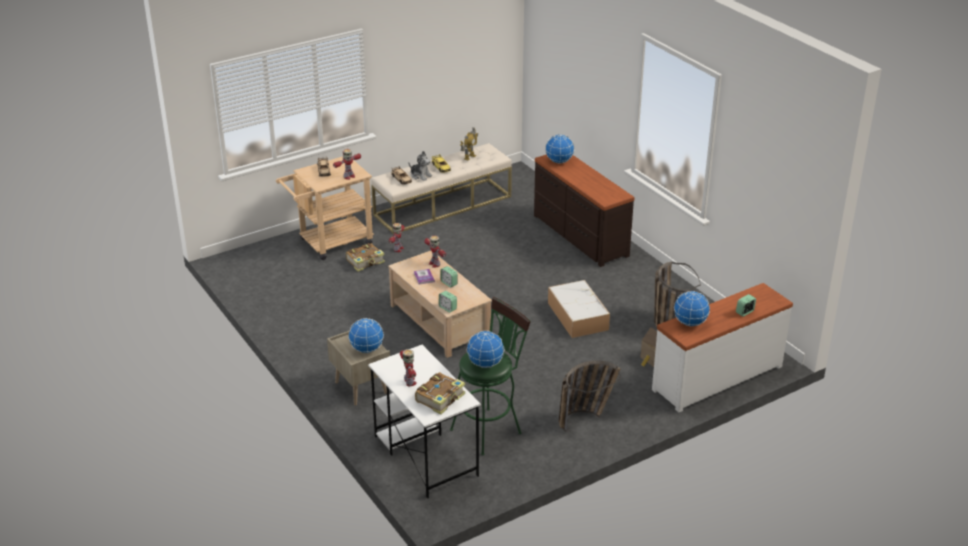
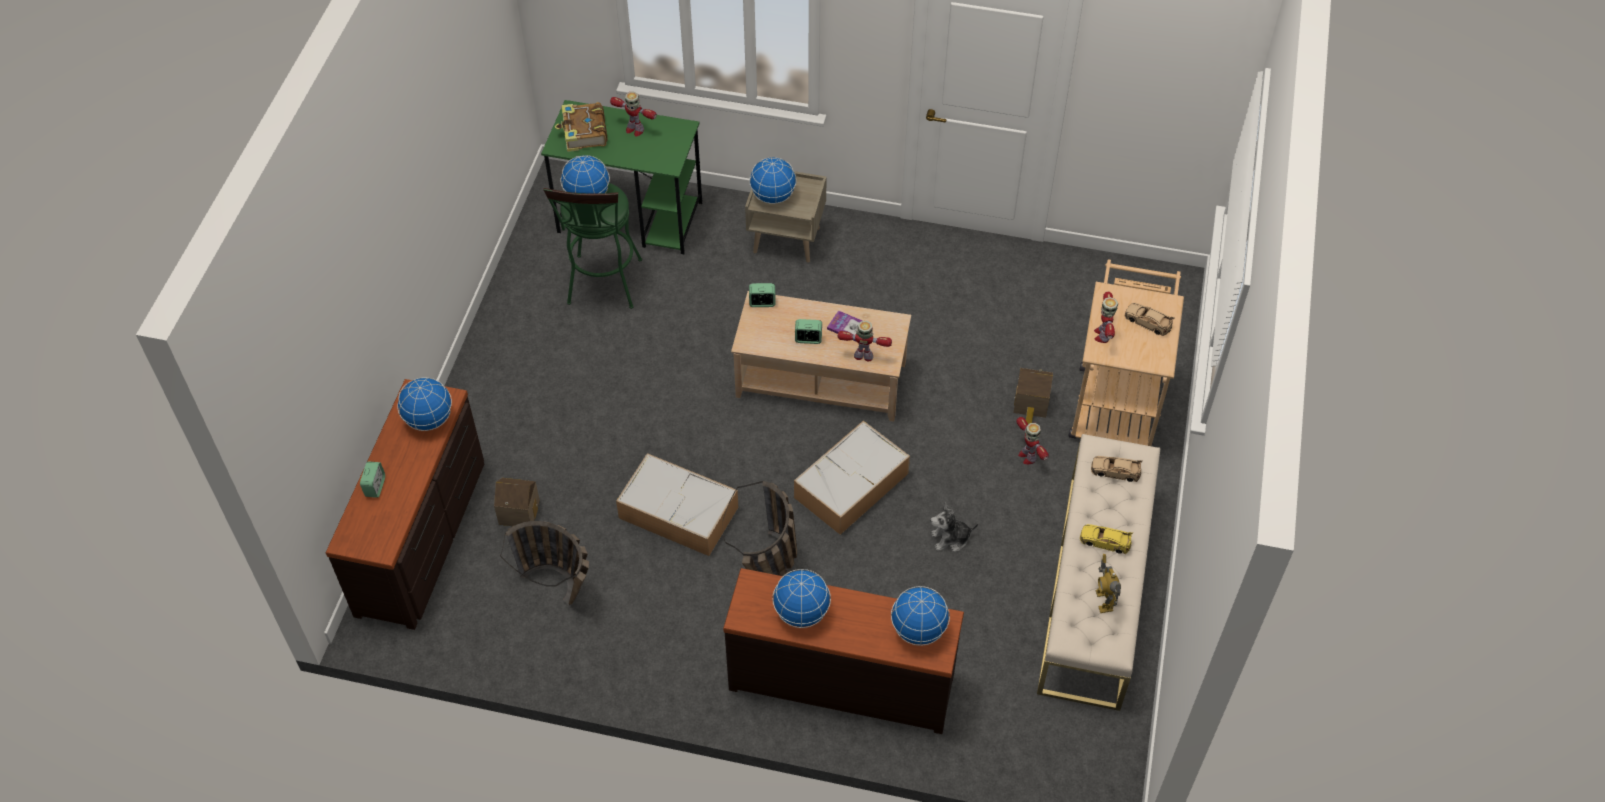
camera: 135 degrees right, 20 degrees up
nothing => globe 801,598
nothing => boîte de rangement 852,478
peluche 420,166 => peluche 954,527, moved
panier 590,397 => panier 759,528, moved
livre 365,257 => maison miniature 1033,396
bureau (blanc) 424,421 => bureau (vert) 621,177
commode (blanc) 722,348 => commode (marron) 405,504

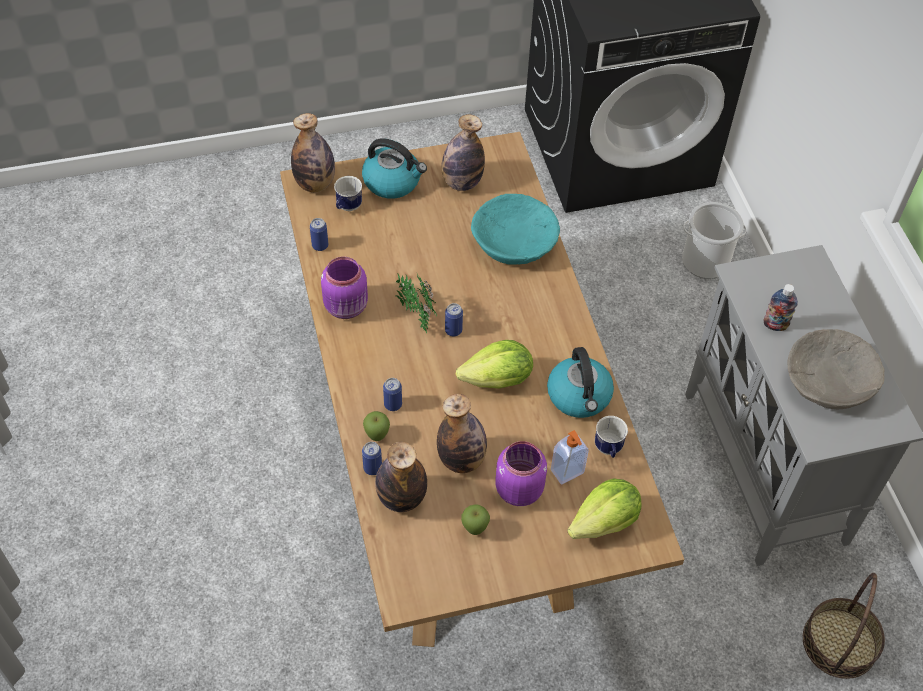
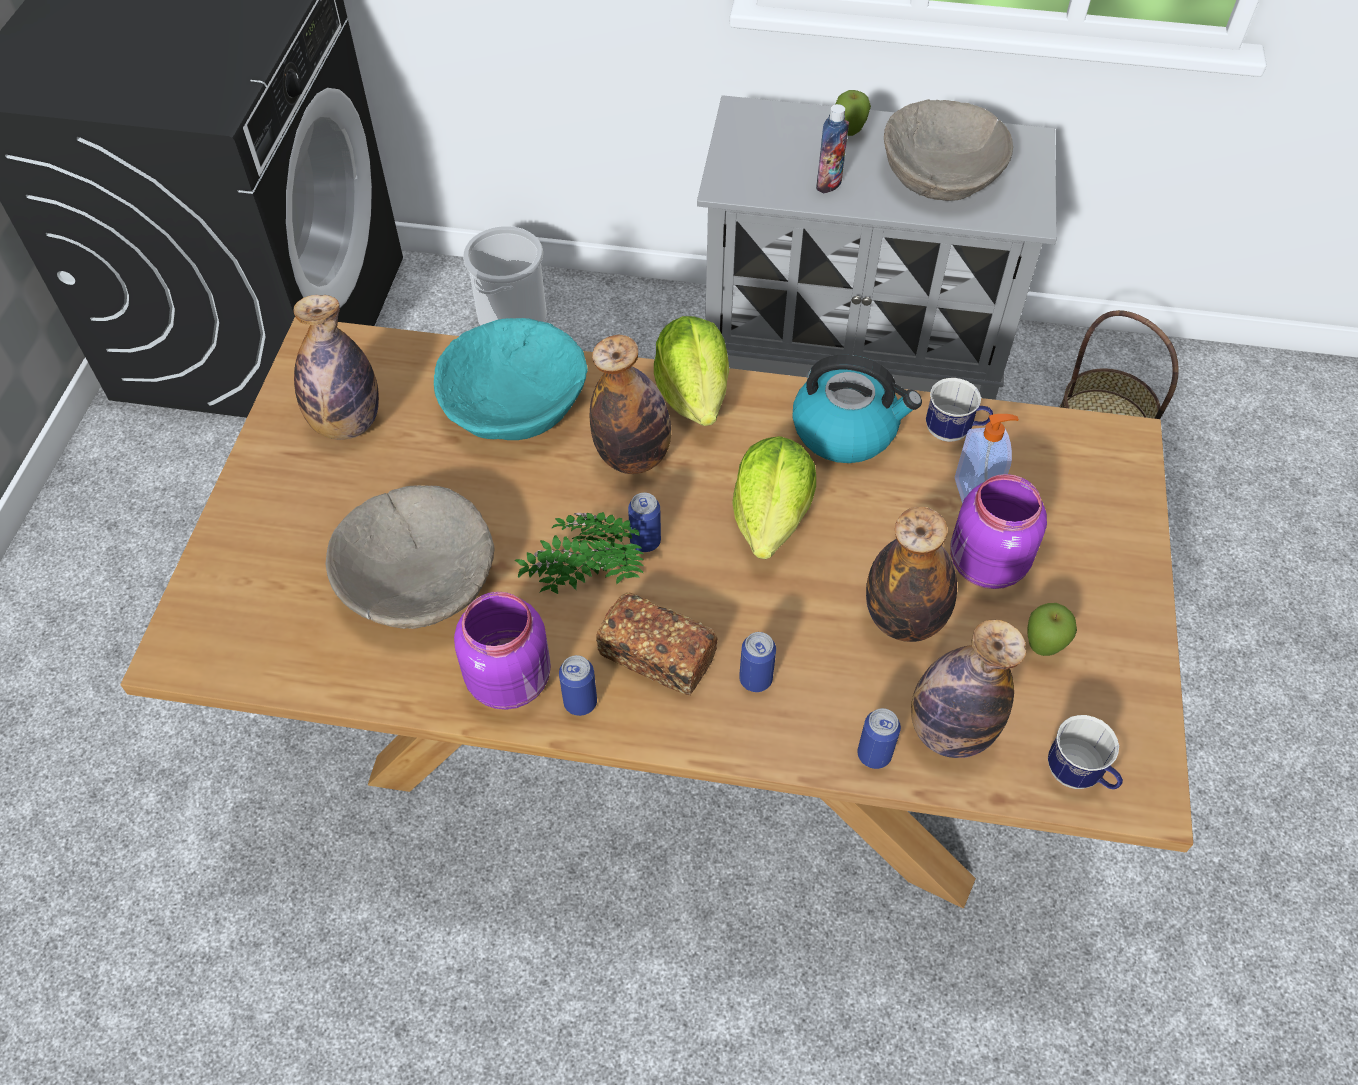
camera: 65 degrees left, 0 degrees up
bouilloire 394,168 => nothing
nothing => bol (beige) 410,557
nothing => pain 657,644
bouteille 313,152 => bouteille 630,404, moved
boîte métallique 319,234 => boîte métallique 578,685, moved
mug 348,193 => mug 1085,752, moved
pomme 376,426 => pomme 853,113, moved
laitue 604,508 => laitue 691,371, moved

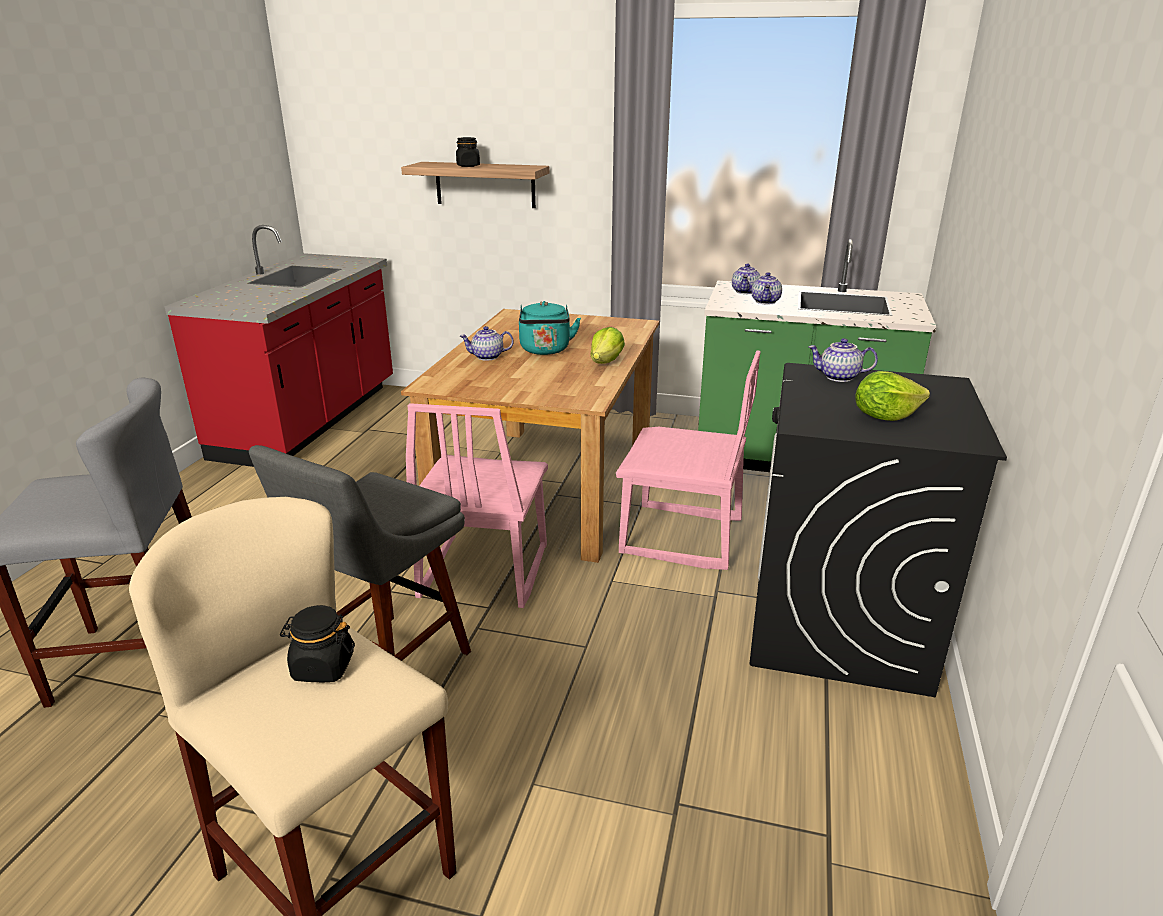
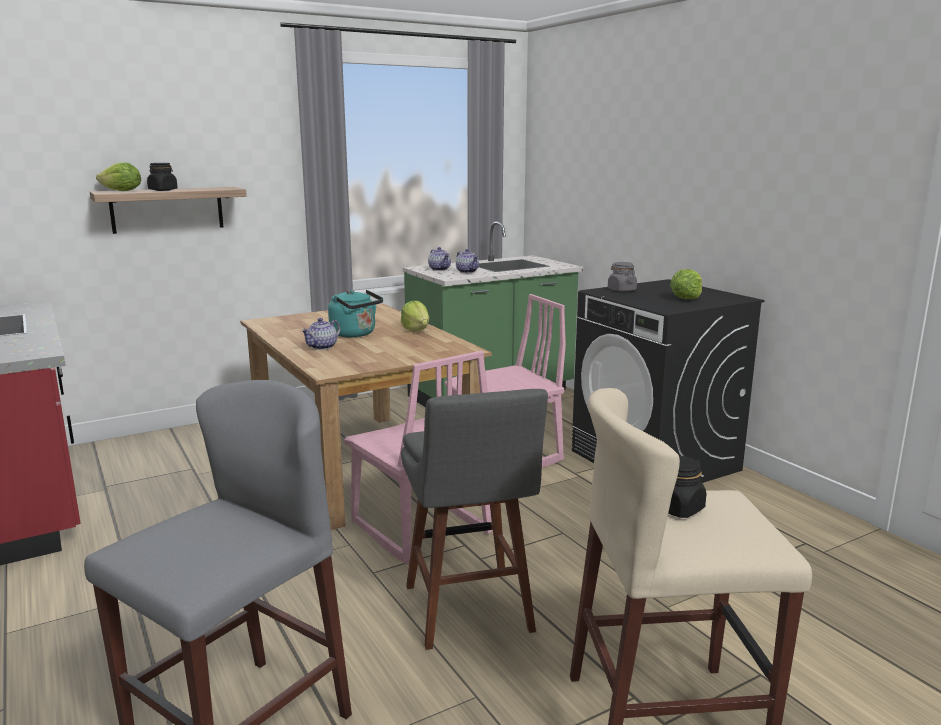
camera: 45 degrees left, 10 degrees down
nothing => laitue 118,176
théière 843,360 => bocal (gris) 622,277

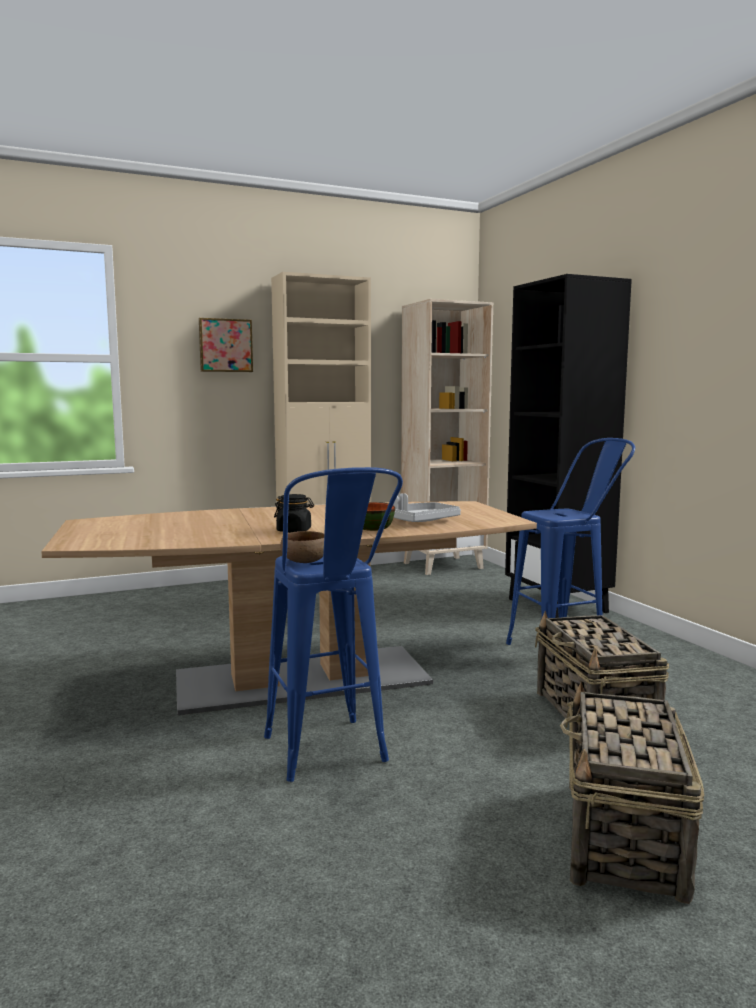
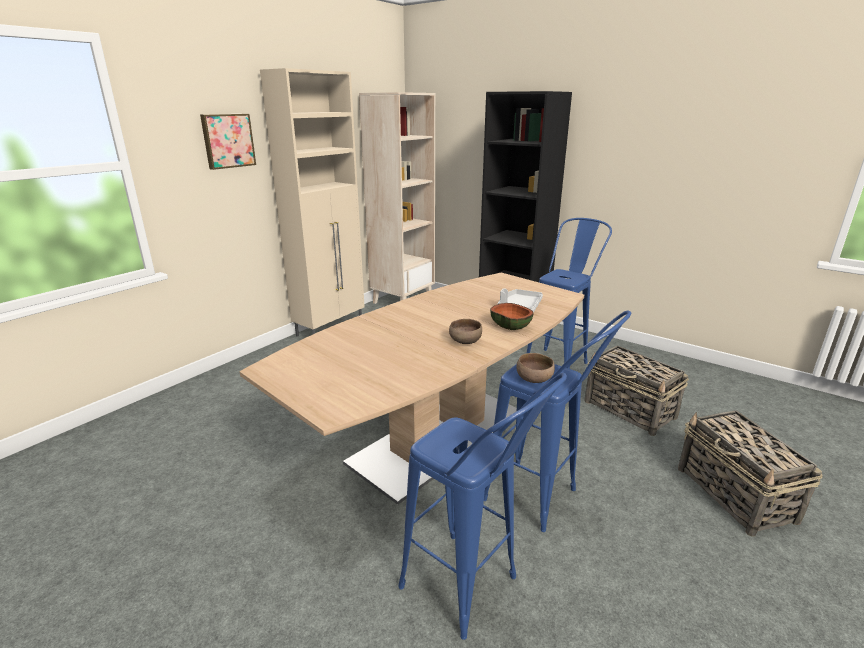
camera: 30 degrees left, 15 degrees up
nothing => tabouret (bleu) 482,506
bocal (noir) 294,513 => bol (marron) 465,331

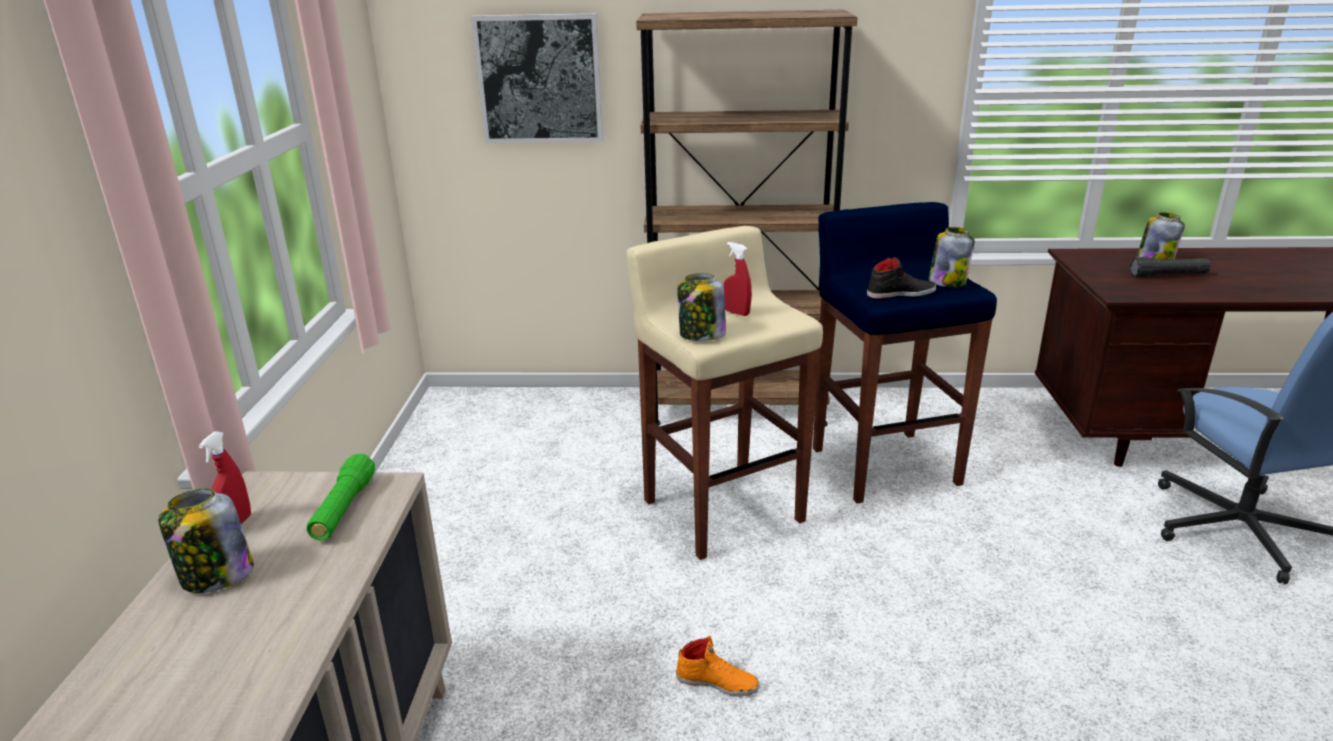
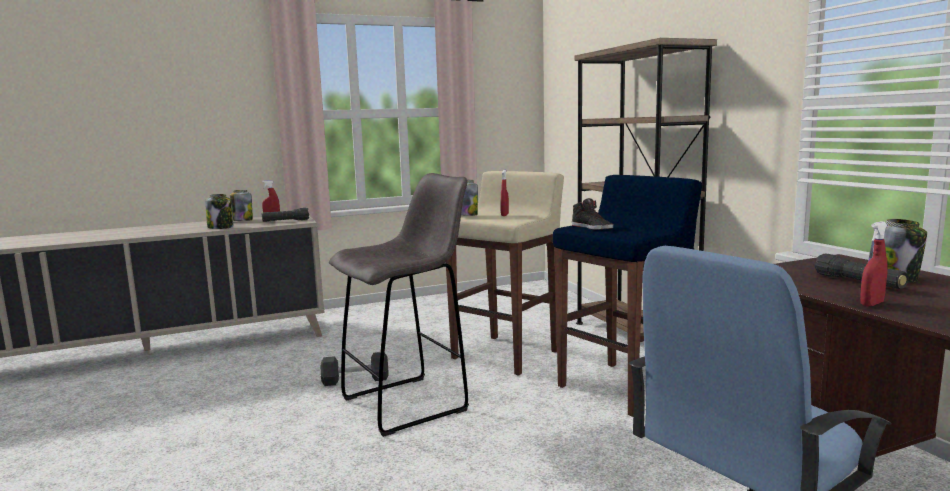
camera: 65 degrees right, 15 degrees down
tableau 537,78 => nothing
nothing => tabouret (gris) 399,305
nothing => vaporisateur (rouge) 874,264
bocal 952,257 => bocal 219,211, moved
chaussure (orange) 717,666 => haltère (noir) 354,369
lampe de poche (vert) 341,497 => lampe de poche (noir) 285,215

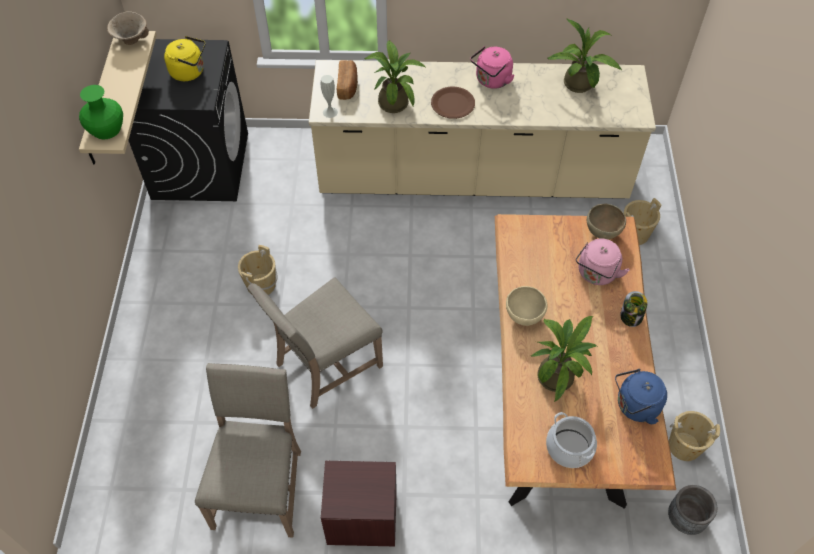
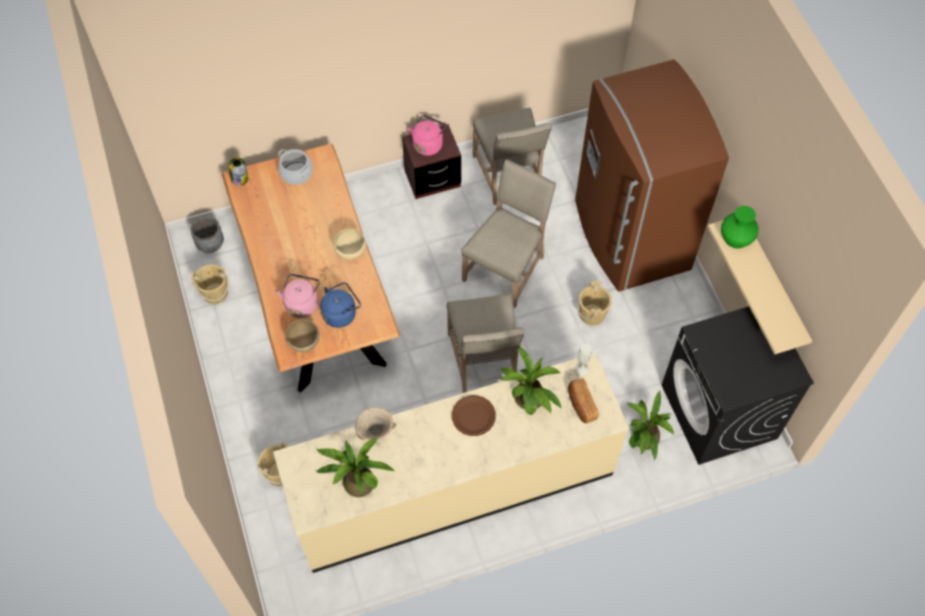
camera: 160 degrees right, 5 degrees up
bouilloire (jaune) 184,58 => nothing
nothing => chaise (beige) 485,343
nothing => réfrigérateur (marron) 652,175
bol (beige) 128,28 => bol (beige) 375,423, moved
bouilloire (rose) 492,67 => bouilloire (rose) 427,135, moved
plante en pot 564,359 => plante en pot 650,425, moved
bouilloire (bleu) 641,396 => bouilloire (bleu) 340,305, moved
bocal 633,309 => bocal 238,171, moved

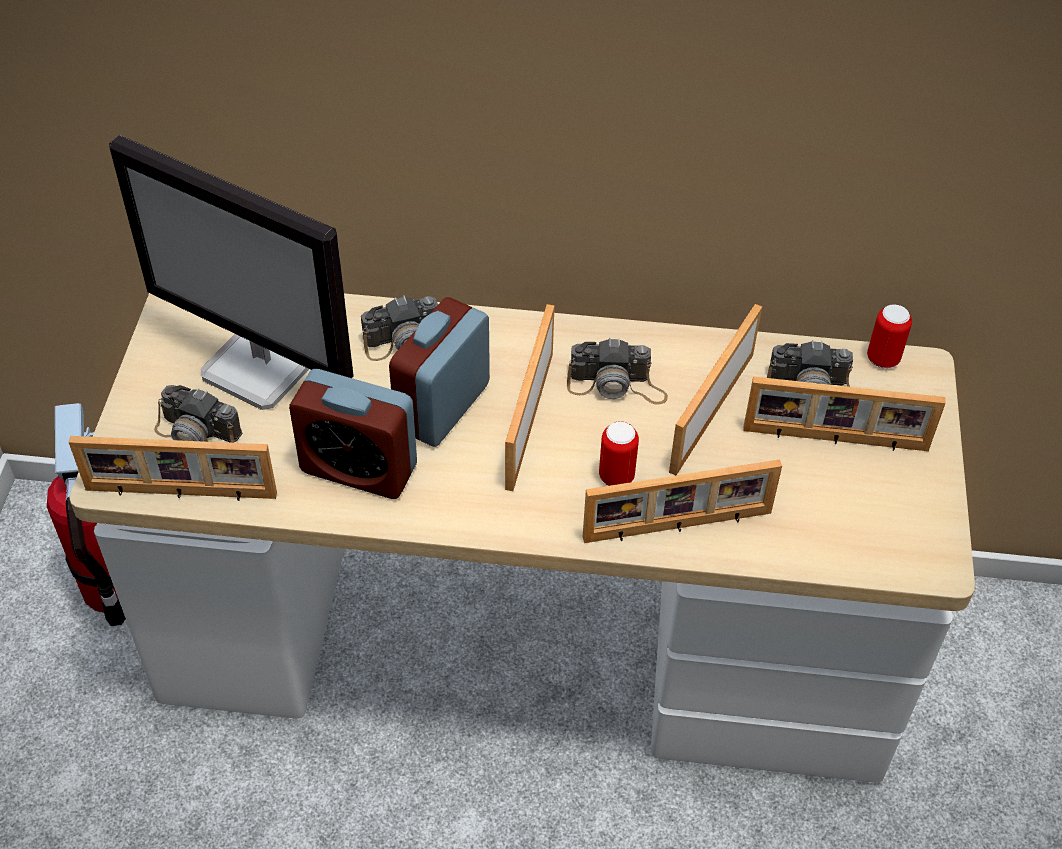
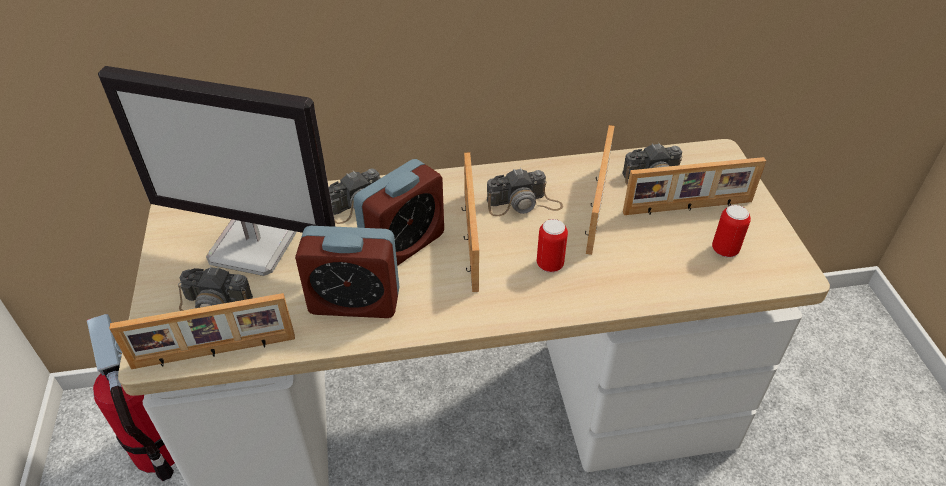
camera: 15 degrees left, 5 degrees down
cadre photo 682,501 => nothing
boîte métallique 889,336 => boîte métallique 731,231, moved
réveil 439,372 => réveil 398,212, 150 degrees counterclockwise

